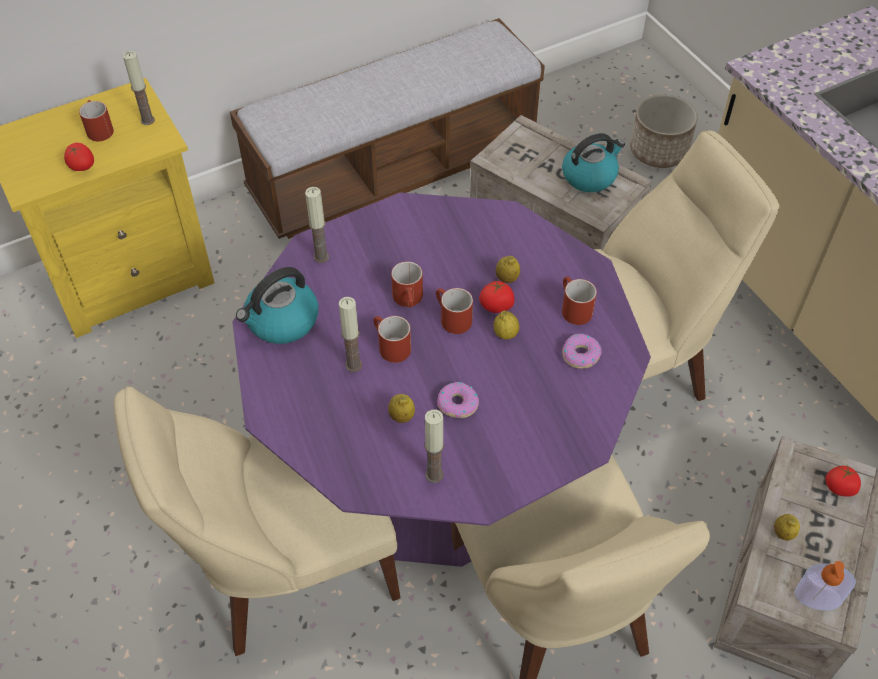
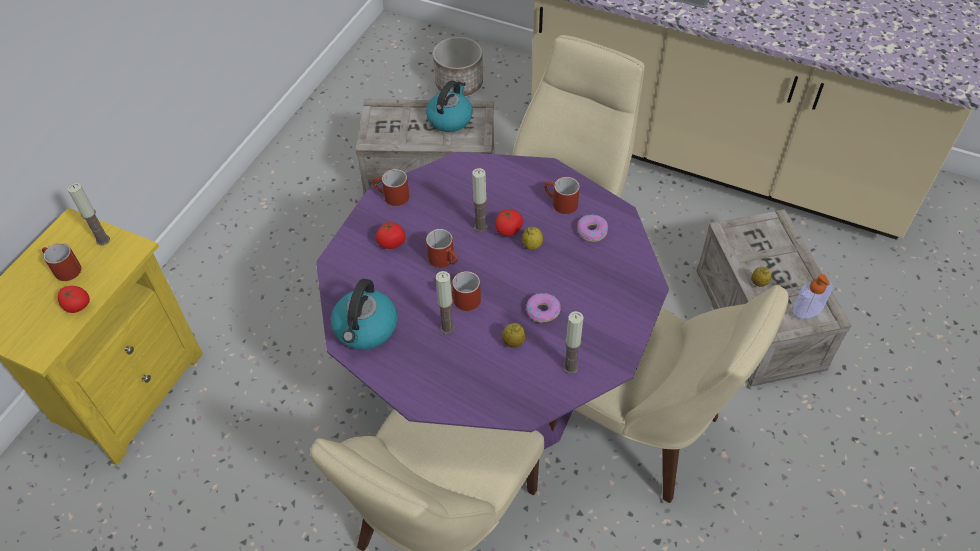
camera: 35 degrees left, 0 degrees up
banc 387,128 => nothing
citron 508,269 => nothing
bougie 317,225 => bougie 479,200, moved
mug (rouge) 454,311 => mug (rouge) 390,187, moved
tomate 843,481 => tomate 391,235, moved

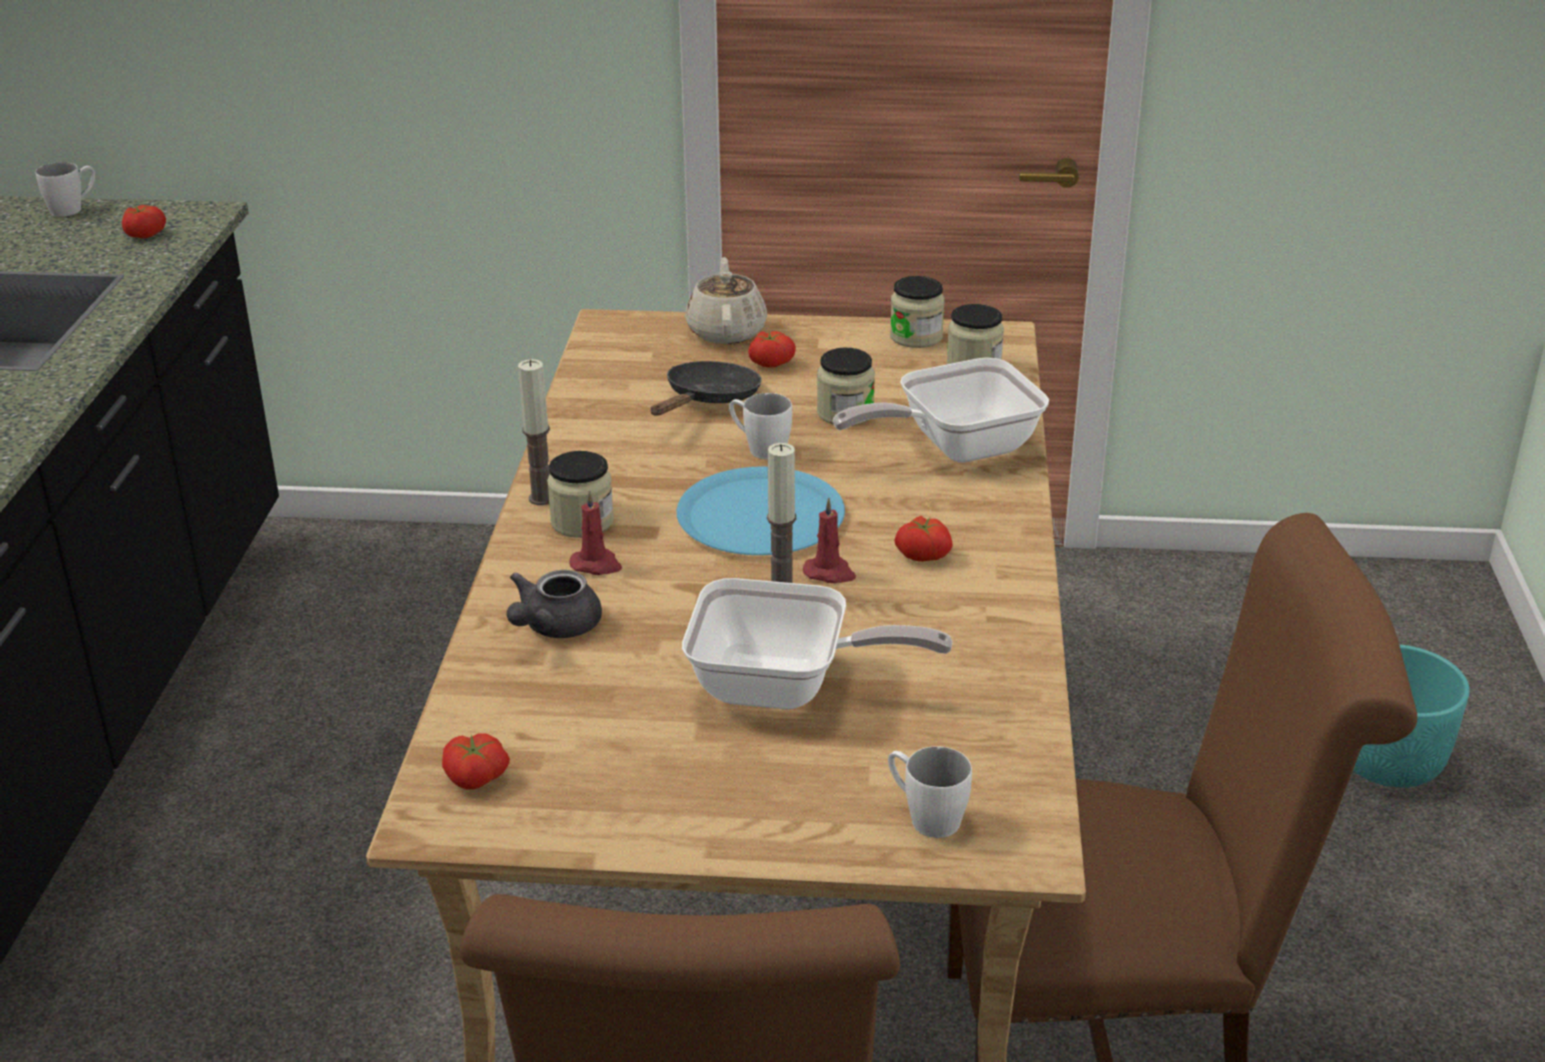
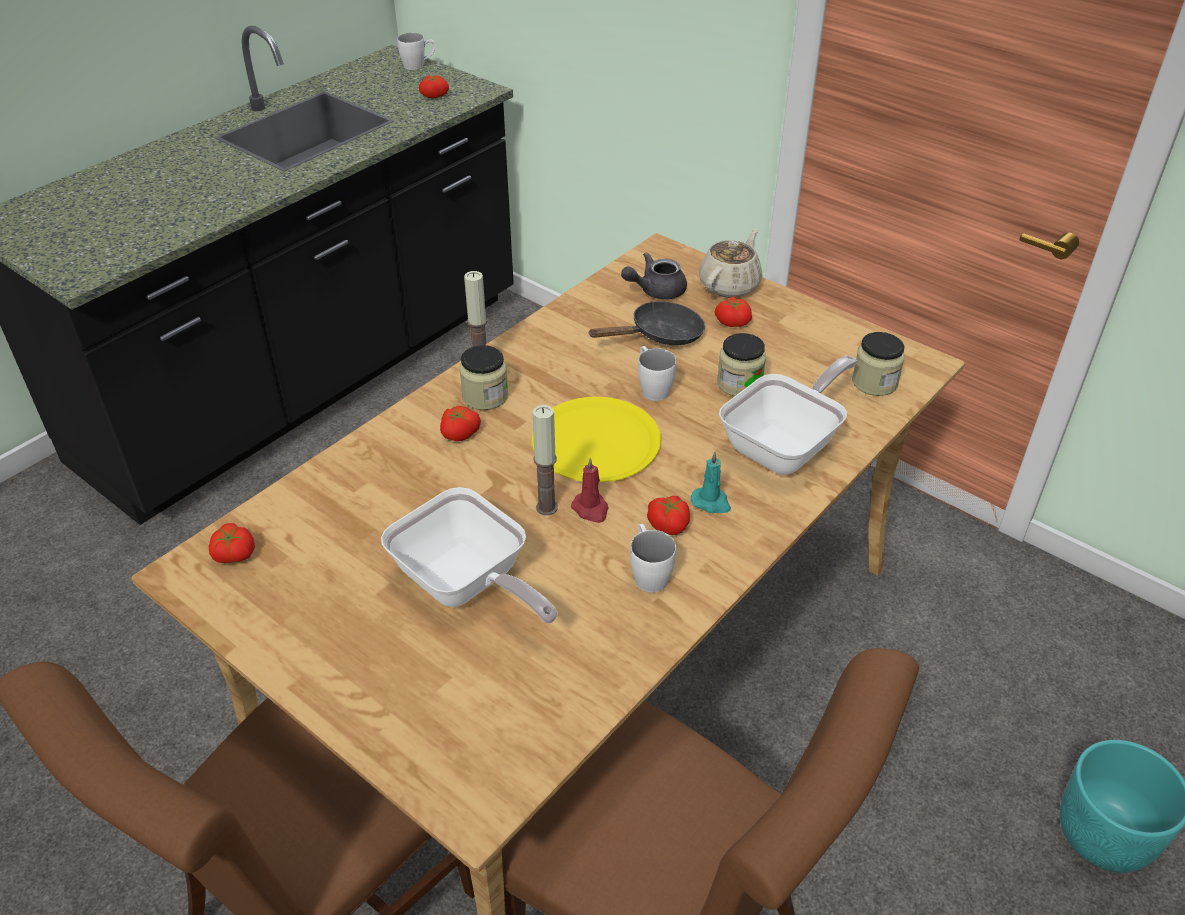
camera: 35 degrees right, 10 degrees up
bocal 917,312 => nothing
nothing => bougie (turquoise) 711,482
théière (gris) 554,604 => théière (gris) 654,276, moved
mug (blanc) 930,792 => mug (blanc) 653,558, moved
bougie (rouge) 595,532 => tomate 460,423
assiette (bleu) 760,511 => assiette (jaune) 596,439
poêle 941,409 => poêle 788,415, 120 degrees clockwise

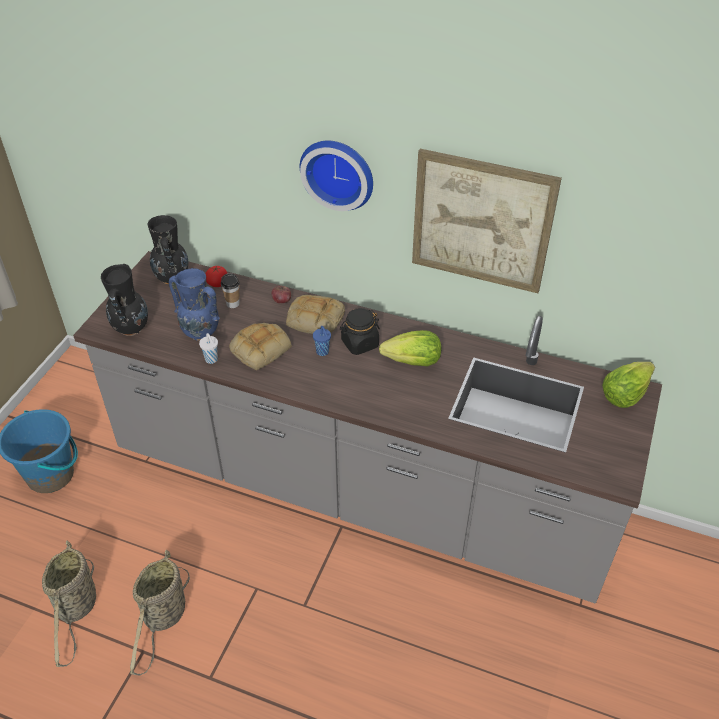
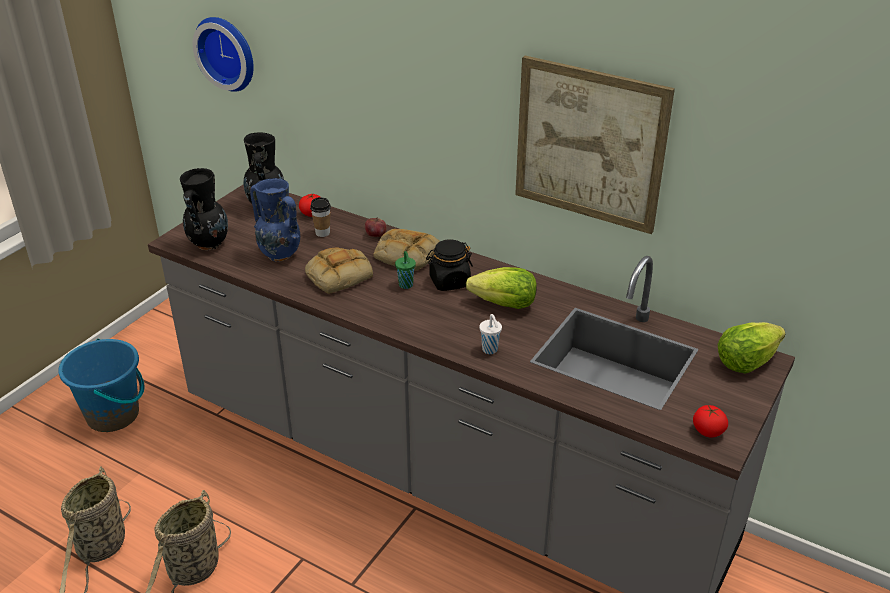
camera: 10 degrees right, 10 degrees down
nothing => tomate 710,421
tasse (blanc) 208,348 => tasse (blanc) 490,334, moved
horloge murale 336,176 => horloge murale 223,54, moved
tasse (bleu) 322,341 => tasse (vert) 405,270

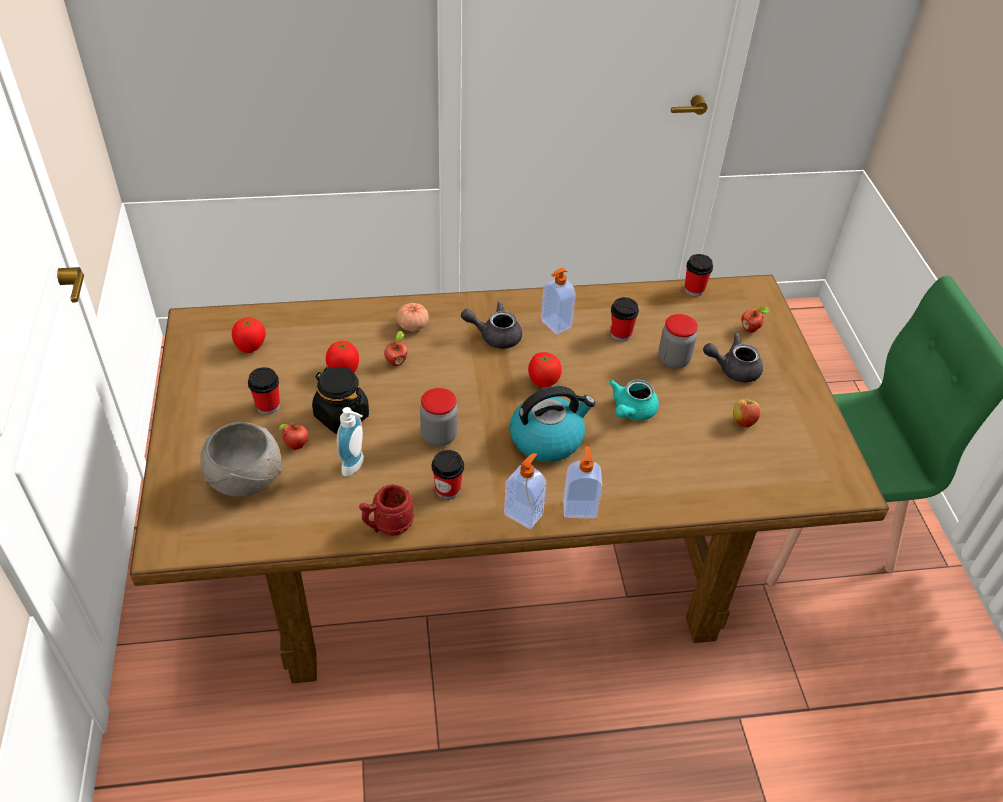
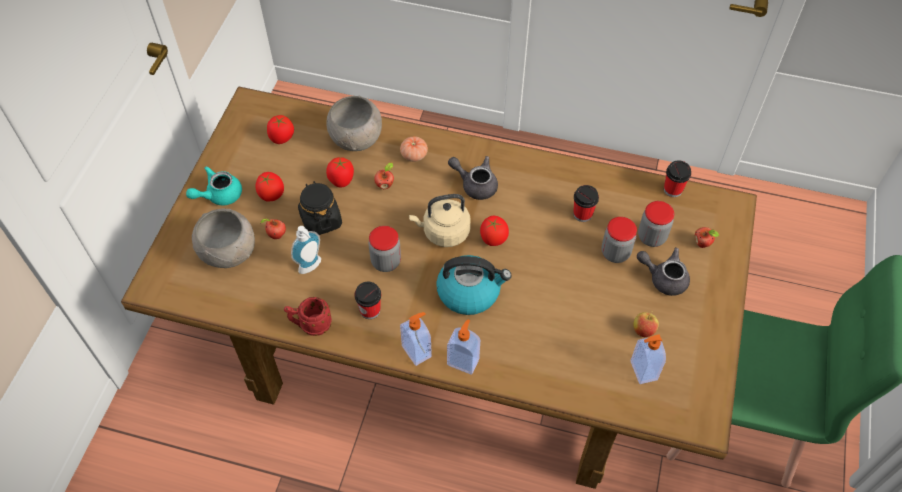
camera: 25 degrees right, 10 degrees up
nothing => bol (gris) 354,123
nothing => bouilloire (beige) 440,220
nothing => bocal 656,224
distributeur de savon 558,301 => distributeur de savon 648,359, moved
théière (turquoise) 634,400 => théière (turquoise) 214,185, moved
tasse 264,391 => tomate 269,186

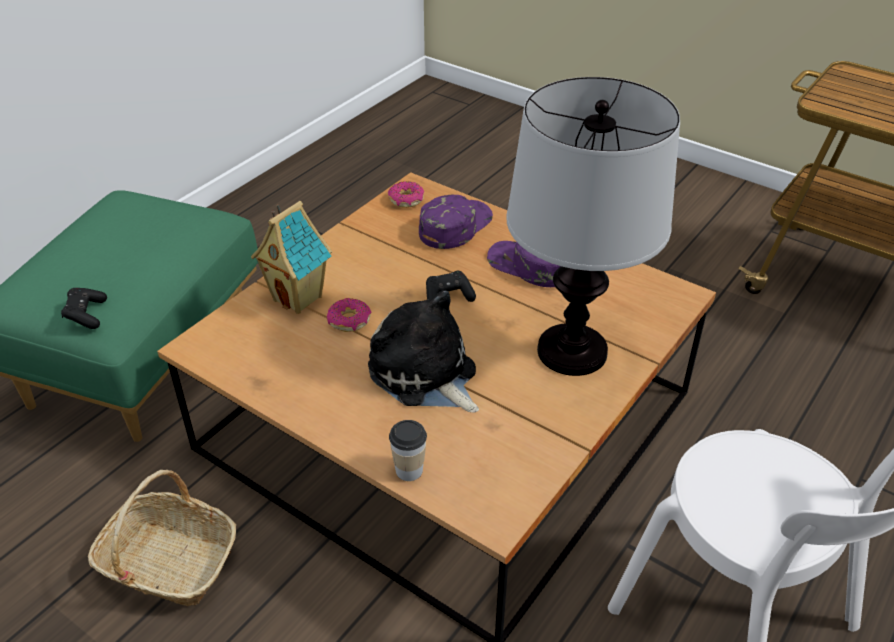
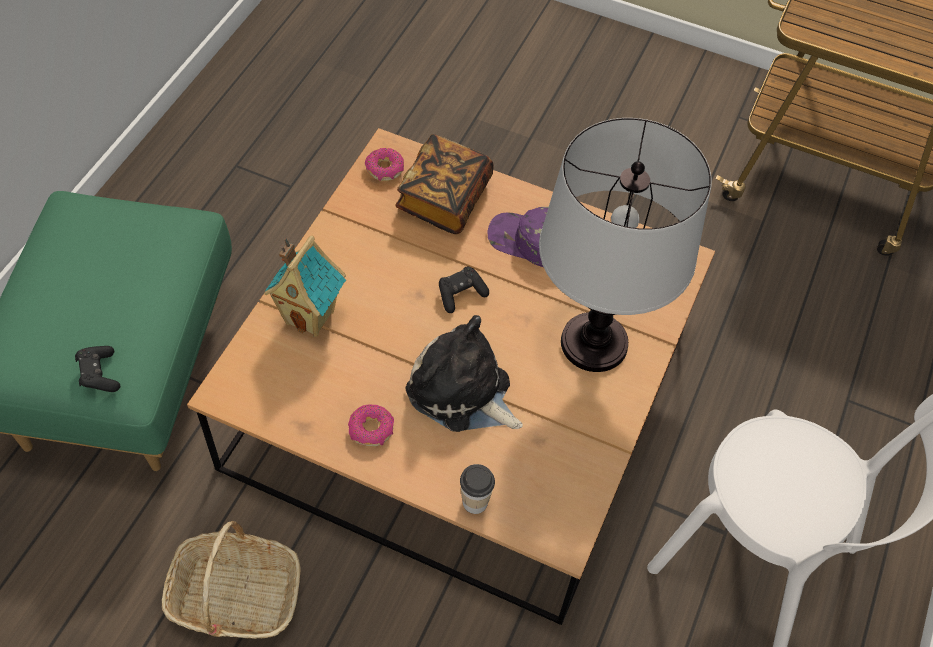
camera: 15 degrees left, 15 degrees up
beignet 349,315 => beignet 371,425, moved
casquette (violet) 456,222 => livre 444,184

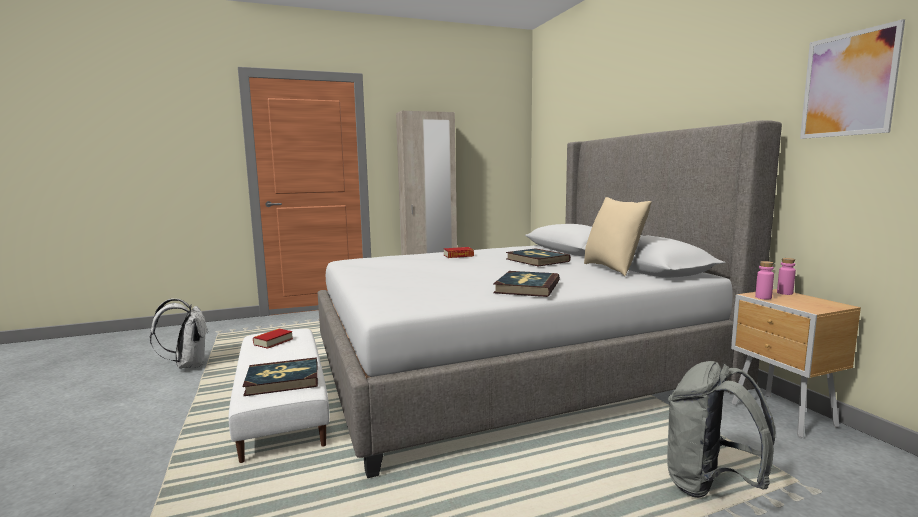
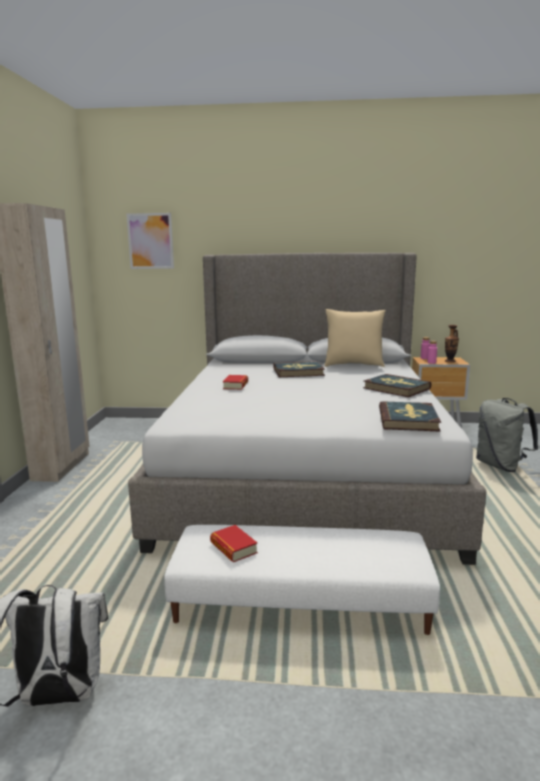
camera: 65 degrees left, 5 degrees up
nothing => vase 452,343
livre 280,376 => livre 410,416, moved
tableau 852,79 => tableau 150,241, moved

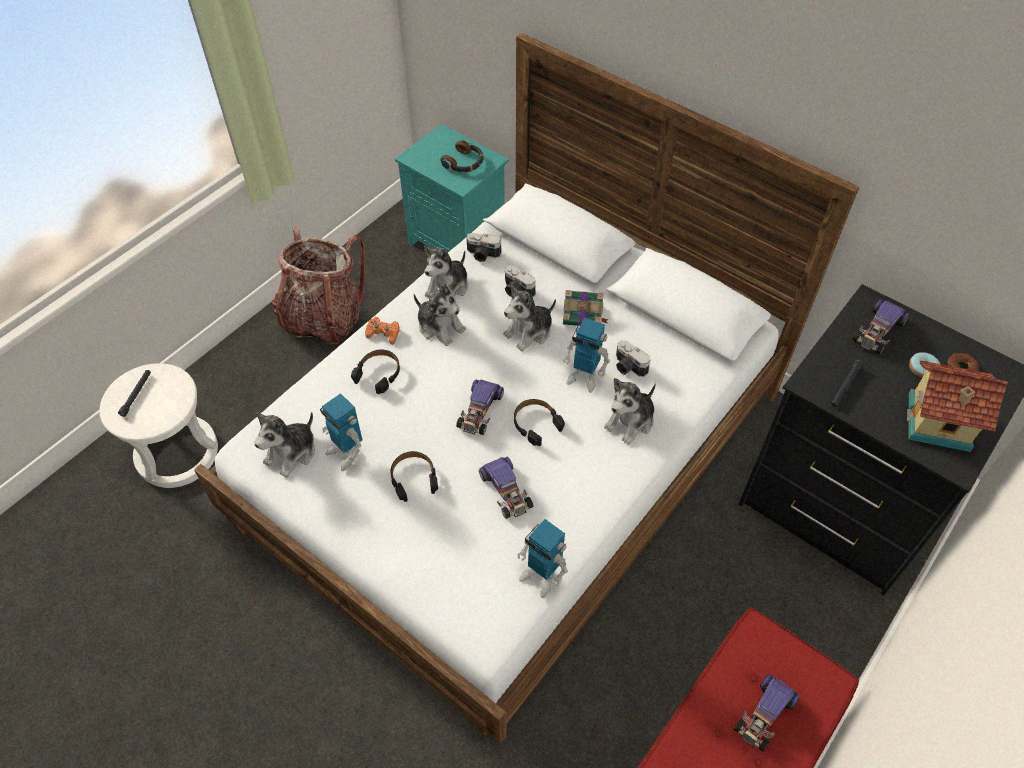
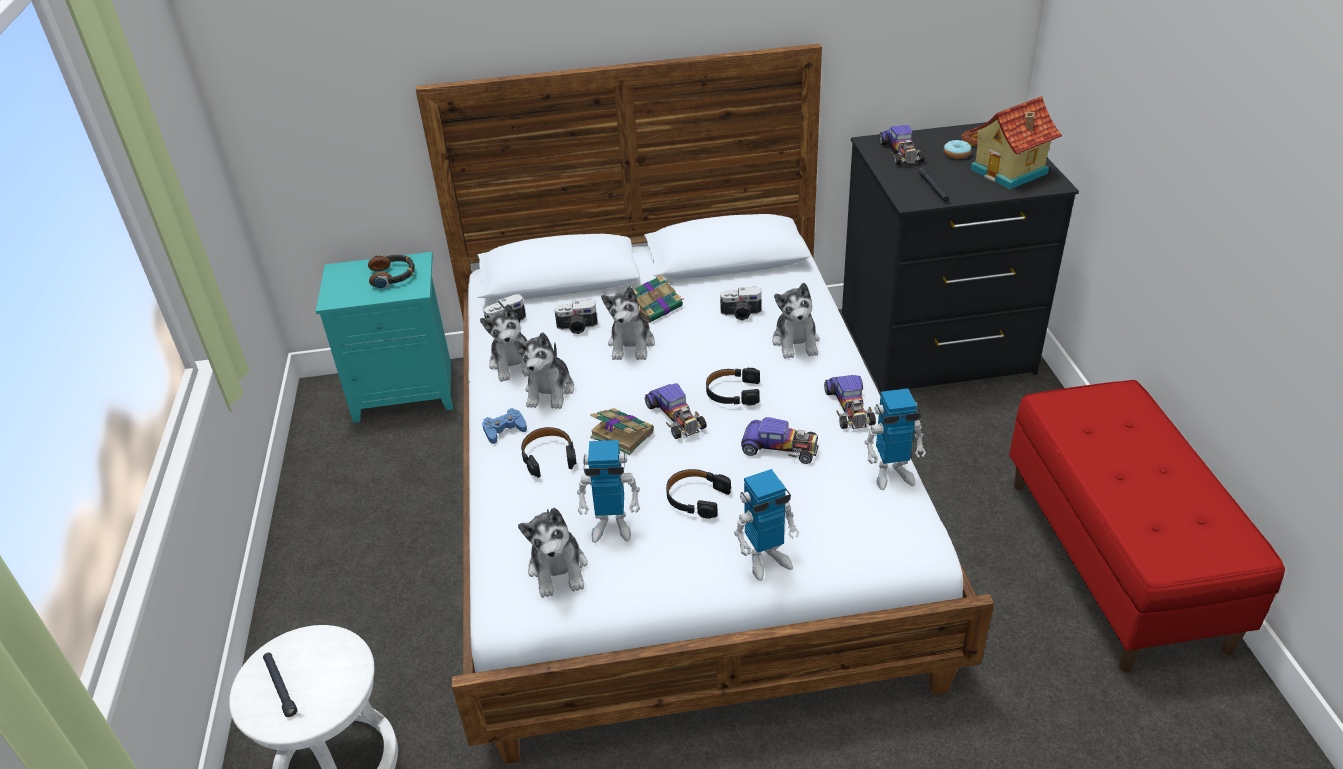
camera: 45 degrees left, 15 degrees down
sac à dos 319,285 => nothing
nothing => livre 622,431
robot jouet 586,355 => robot jouet 766,525, moved
petite voiture 767,712 => petite voiture 850,402, moved
manette (orange) 382,331 => manette (bleu) 504,426
peluche 440,315 => peluche 544,370, 105 degrees clockwise

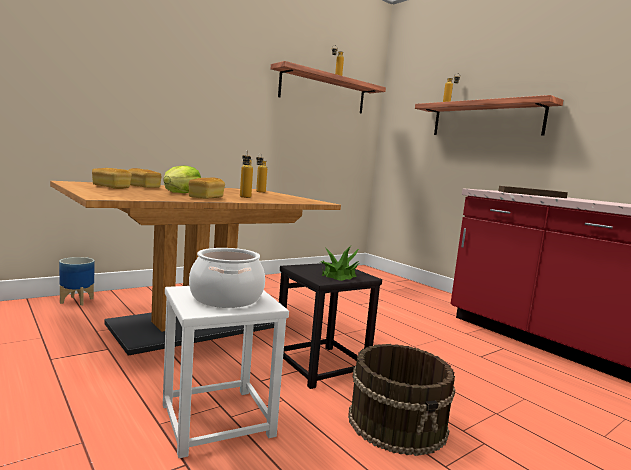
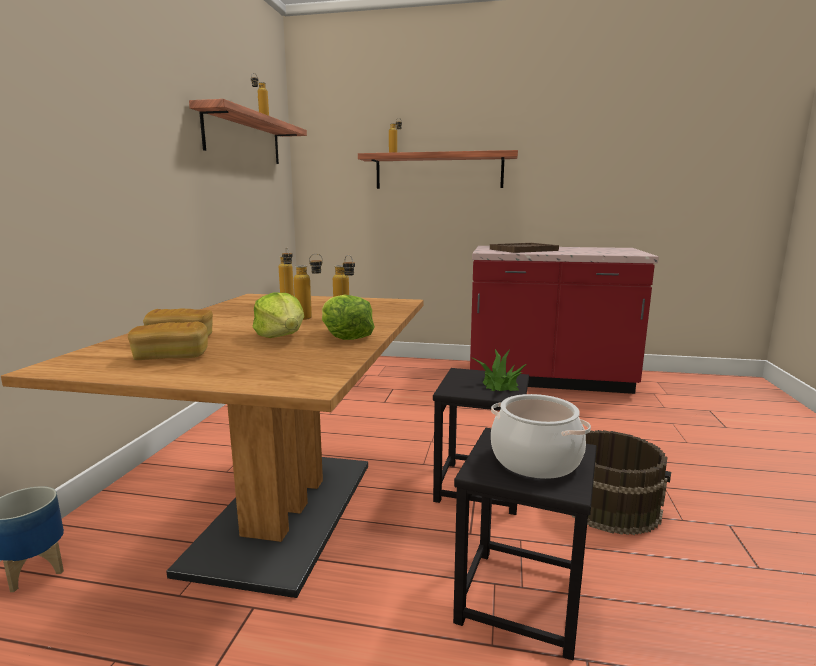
camera: 40 degrees left, 5 degrees up
nothing => bouteille 308,286
pain 206,188 => laitue 348,317
tabouret (blanc) 226,372 => tabouret (noir) 525,544

